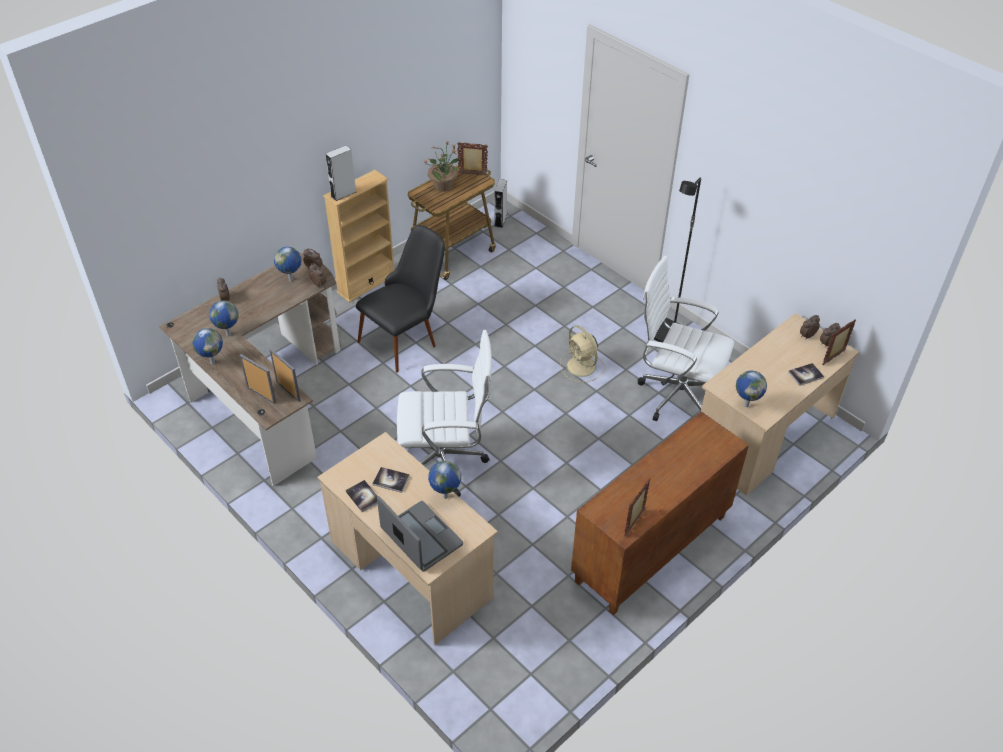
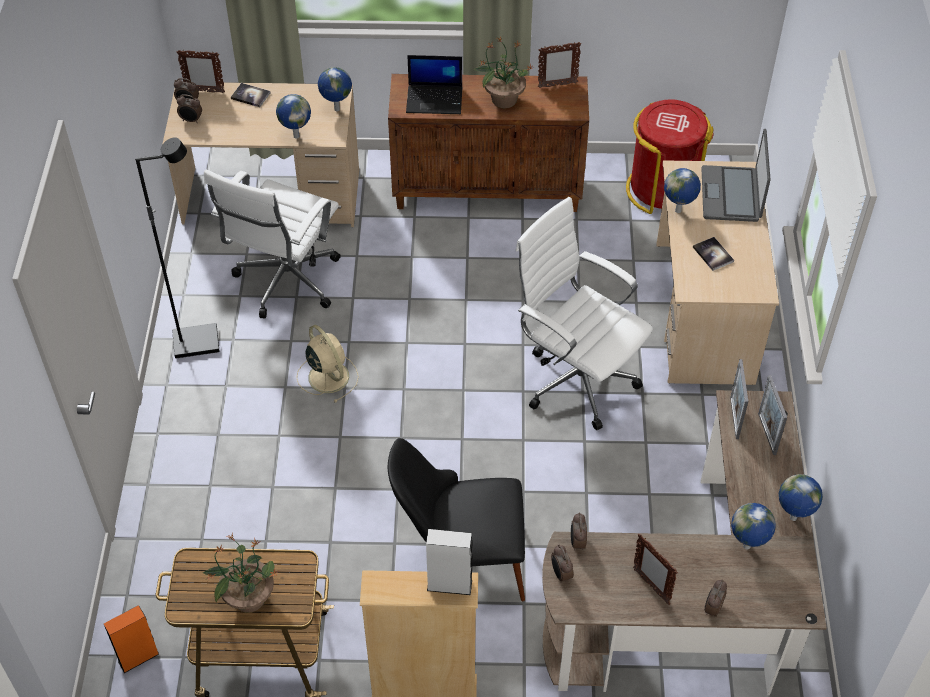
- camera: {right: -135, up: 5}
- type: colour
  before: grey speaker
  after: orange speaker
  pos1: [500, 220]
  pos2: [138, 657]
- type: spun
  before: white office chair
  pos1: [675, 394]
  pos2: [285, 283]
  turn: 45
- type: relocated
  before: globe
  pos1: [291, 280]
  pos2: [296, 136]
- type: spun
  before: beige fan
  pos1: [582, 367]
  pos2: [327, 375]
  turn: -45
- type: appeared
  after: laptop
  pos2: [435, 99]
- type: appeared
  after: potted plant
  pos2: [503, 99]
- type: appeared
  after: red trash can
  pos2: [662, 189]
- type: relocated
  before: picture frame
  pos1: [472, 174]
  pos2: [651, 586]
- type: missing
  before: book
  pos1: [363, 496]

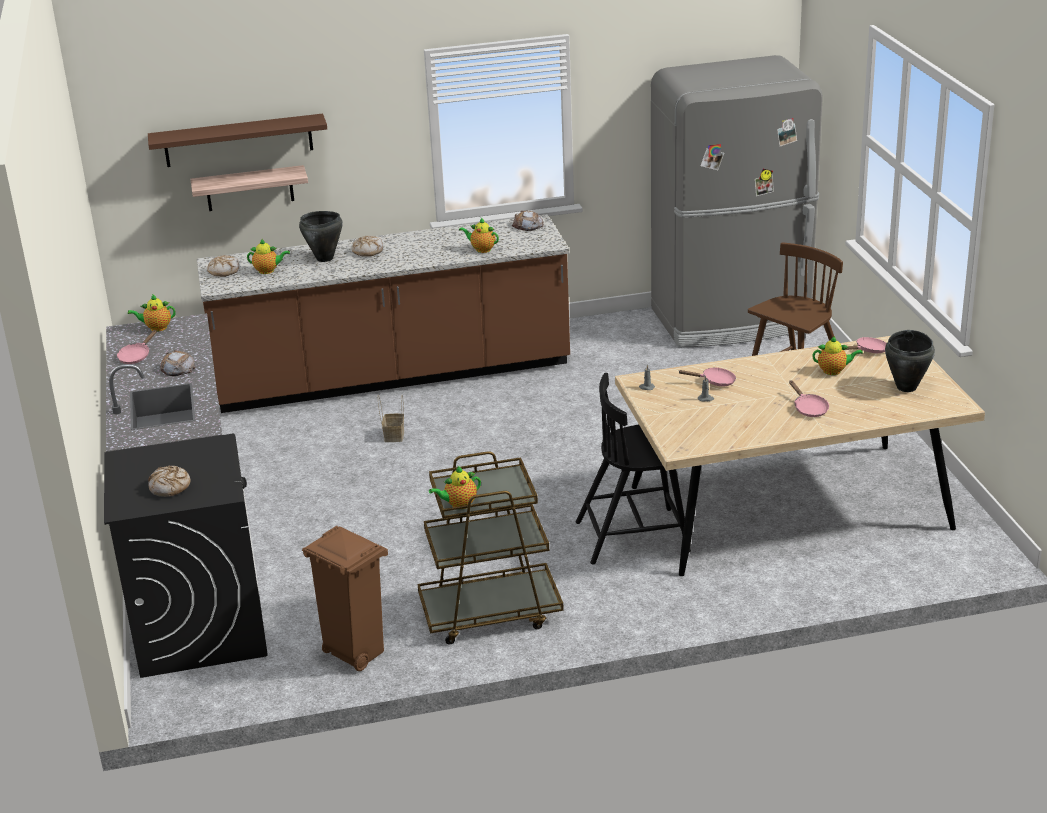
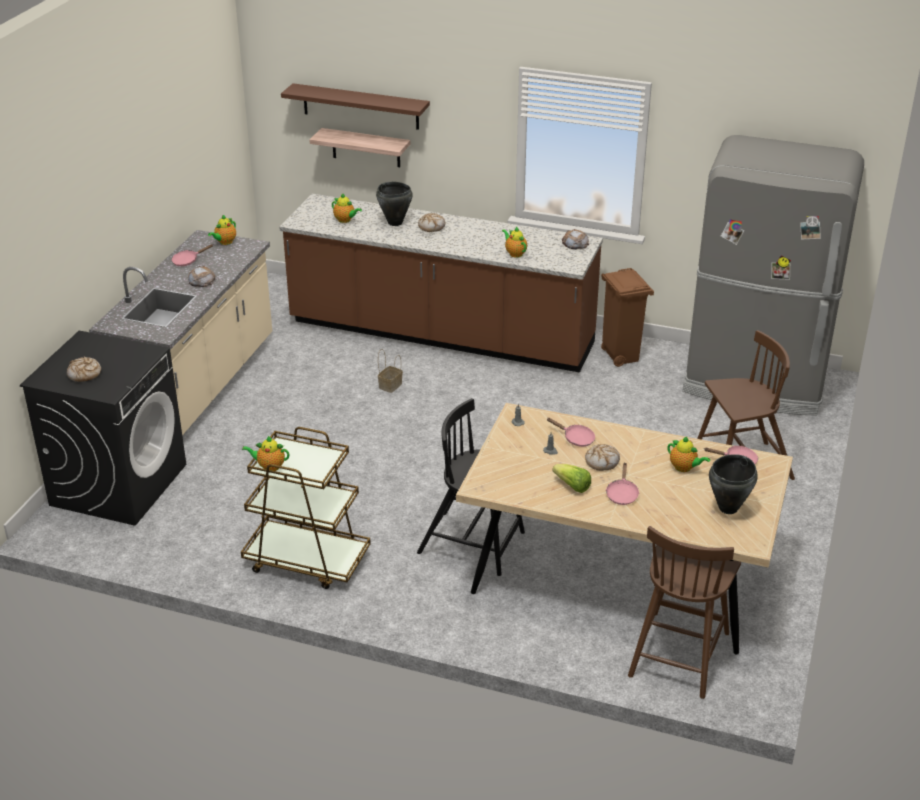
- camera: {right: 30, up: 5}
- type: spun
  before: teapot
  pos1: [156, 328]
  pos2: [225, 242]
  turn: -75
- type: appeared
  after: lettuce
  pos2: [572, 486]
- type: relocated
  before: bread
  pos1: [224, 271]
  pos2: [602, 461]
- type: relocated
  before: brown trash can
  pos1: [354, 653]
  pos2: [620, 356]
- type: appeared
  after: brown chair
  pos2: [679, 652]

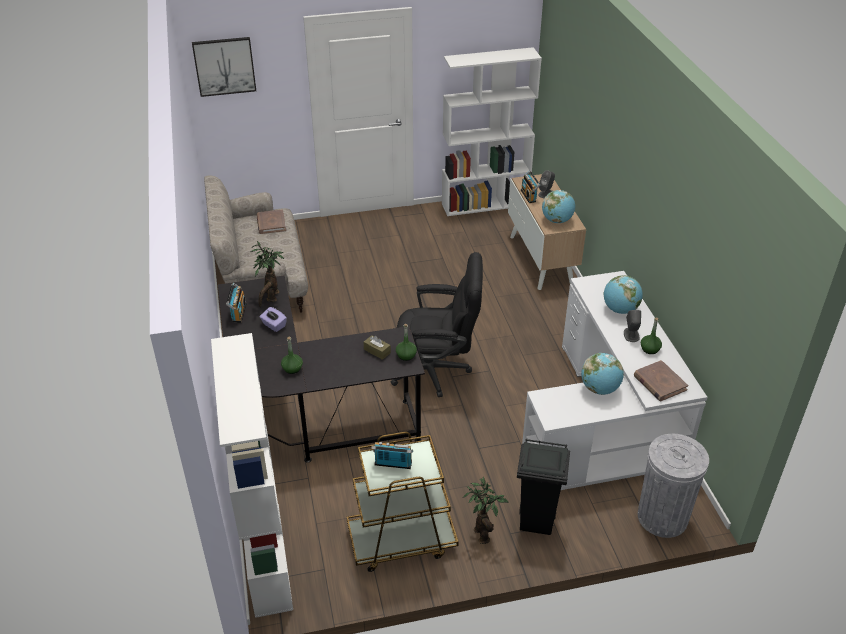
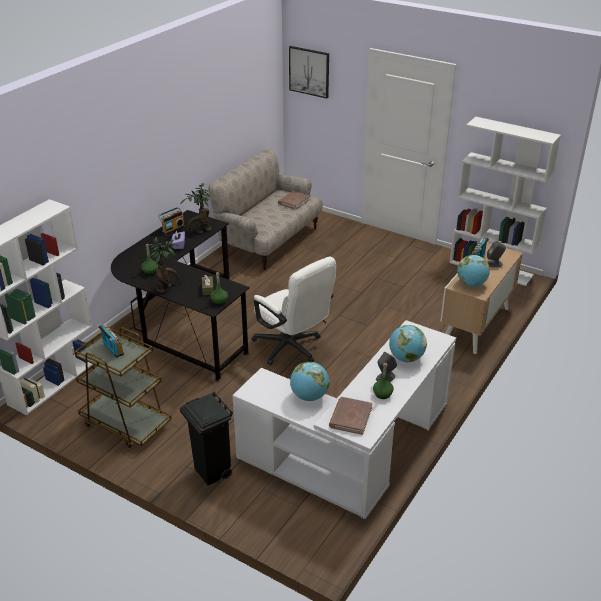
- camera: {right: 45, up: -5}
- type: relocated
  before: potted plant
  pos1: [482, 532]
  pos2: [166, 287]
- type: colour
  before: black office chair
  after: white office chair
  pos1: [437, 371]
  pos2: [292, 349]
- type: missing
  before: grey trash can
  pos1: [662, 517]

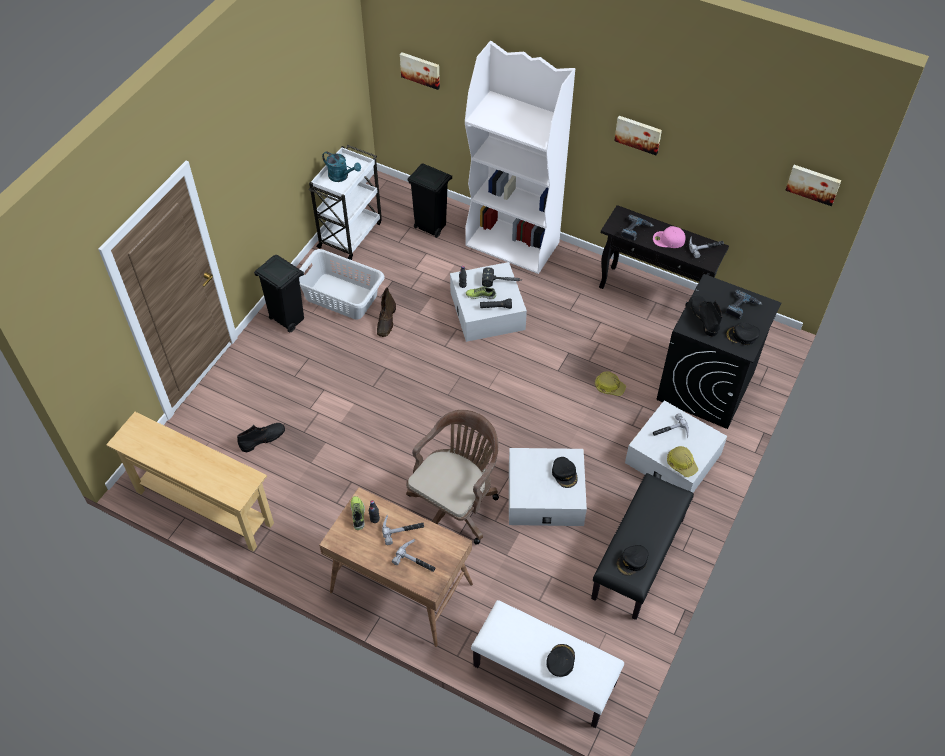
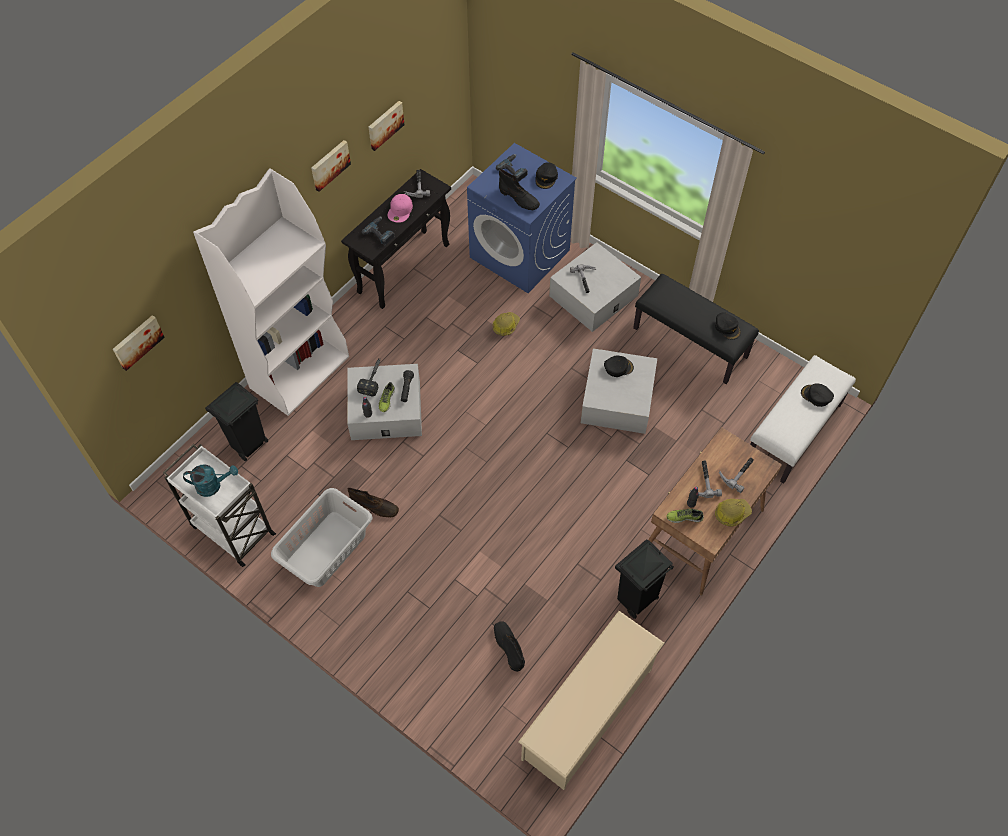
- camera: {right: -80, up: 5}
- type: spun
  before: turquoise watering can
  pos1: [341, 176]
  pos2: [213, 485]
  turn: 45
- type: relocated
  before: picture
  pos1: [813, 184]
  pos2: [385, 124]
- type: colour
  before: black washing machine
  after: blue washing machine
  pos1: [706, 386]
  pos2: [520, 254]
- type: spun
  before: black boot
  pos1: [703, 317]
  pos2: [519, 198]
  turn: -135
- type: exchanged
  before: beige console table
  after: beige shoe rack
  pos1: [204, 508]
  pos2: [588, 713]
- type: relocated
  before: black trash can
  pos1: [287, 319]
  pos2: [635, 600]
- type: relocated
  before: hard hat
  pos1: [681, 463]
  pos2: [731, 513]
- type: missing
  before: brown office chair
  pos1: [455, 505]

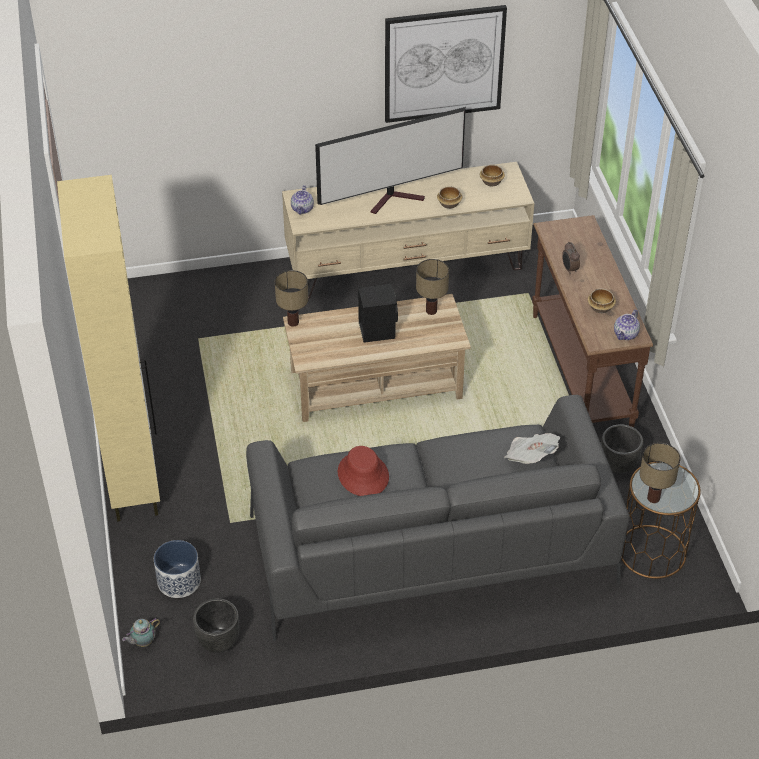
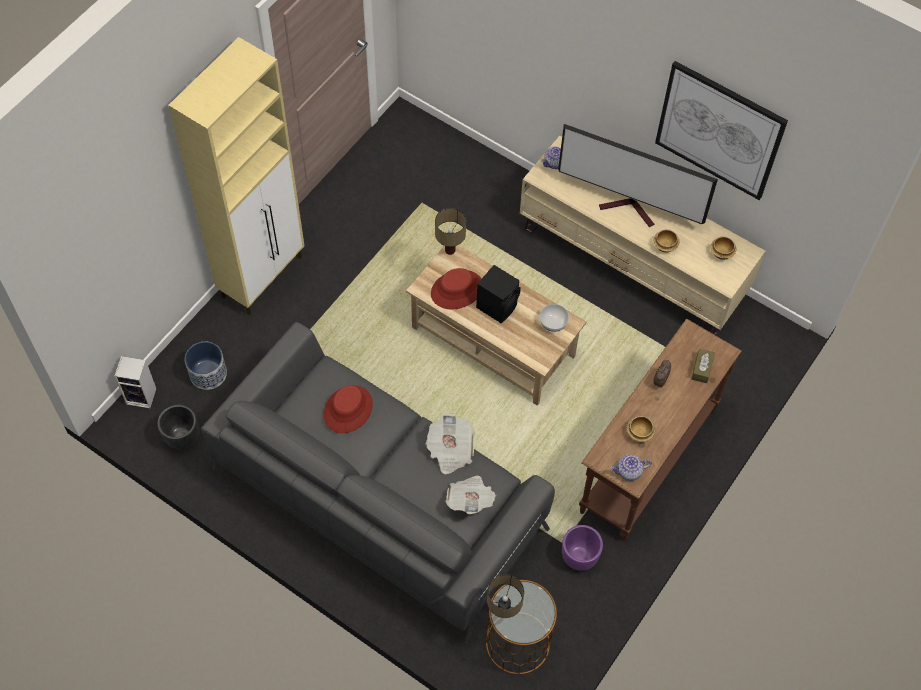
- camera: {right: 45, up: 15}
- type: exchanged
  before: teapot
  after: speaker
  pos1: [142, 642]
  pos2: [142, 396]
- type: appeared
  after: newspaper
  pos2: [450, 450]
- type: appeared
  after: red hat
  pos2: [457, 290]
- type: exchanged
  before: table lamp
  after: bowl
  pos1: [430, 311]
  pos2: [552, 323]
- type: colour
  before: black planter
  after: purple planter
  pos1: [618, 466]
  pos2: [579, 558]
- type: appeared
  after: brown tissue box
  pos2: [701, 369]

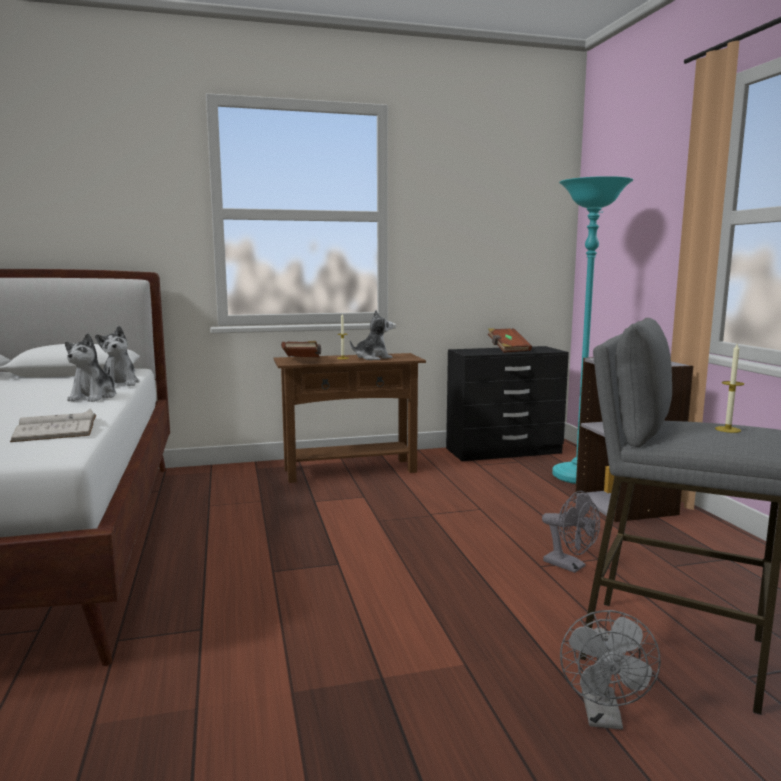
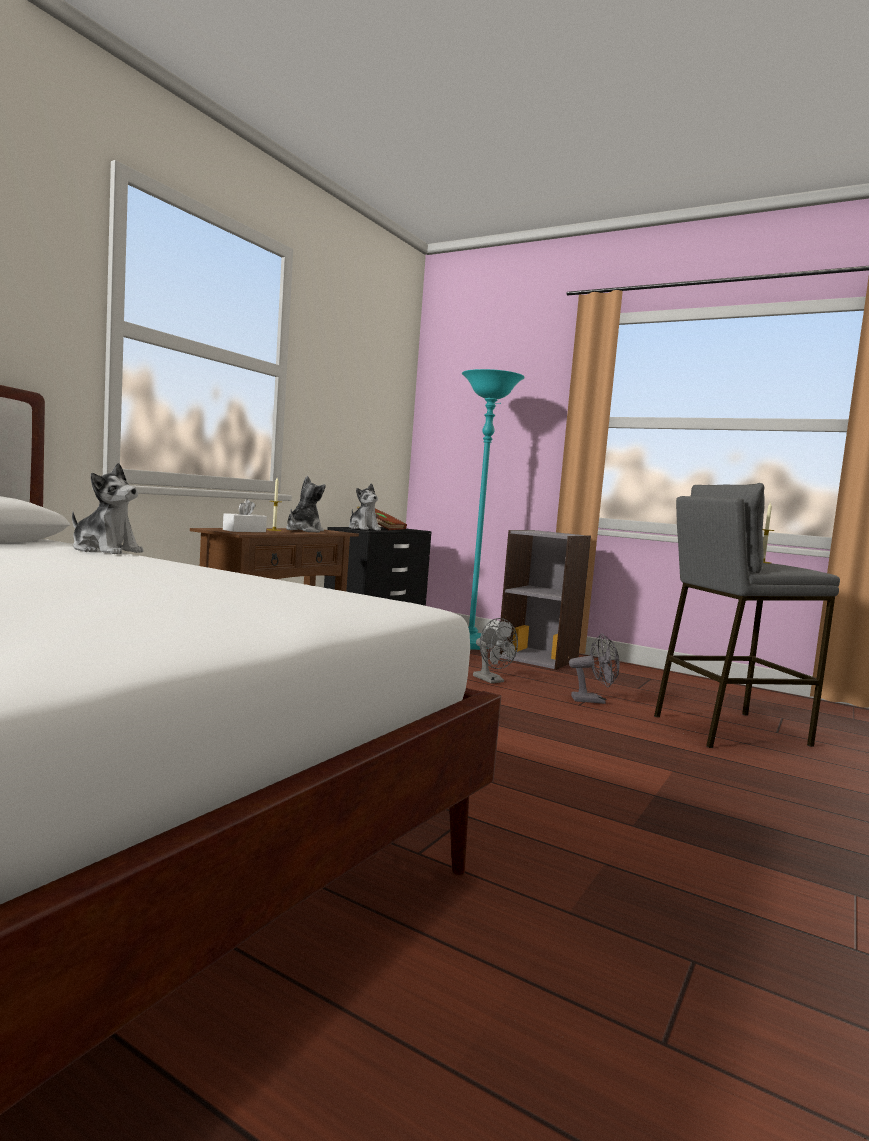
- camera: {right: -45, up: -5}
- type: exchanged
  before: brown book
  after: white tissue box
  pos1: [303, 360]
  pos2: [244, 531]
- type: relocated
  before: plush toy
  pos1: [94, 397]
  pos2: [363, 529]
- type: relocated
  before: grey fan
  pos1: [603, 717]
  pos2: [492, 680]
- type: missing
  before: white book
  pos1: [56, 428]

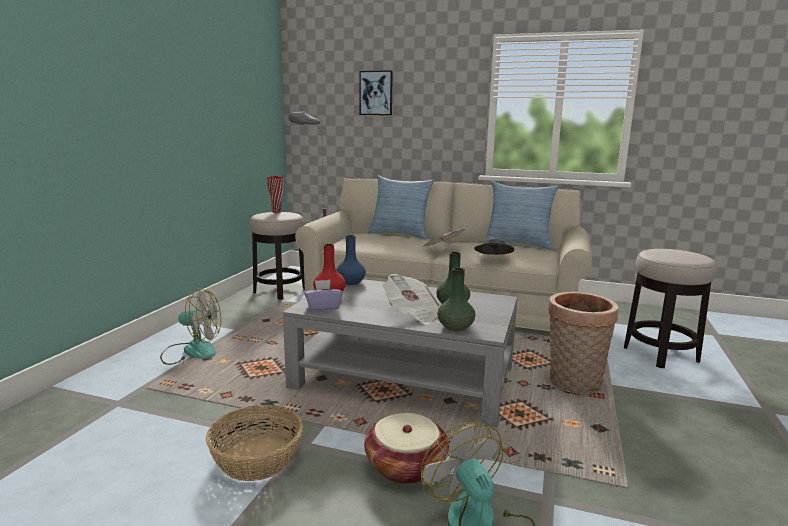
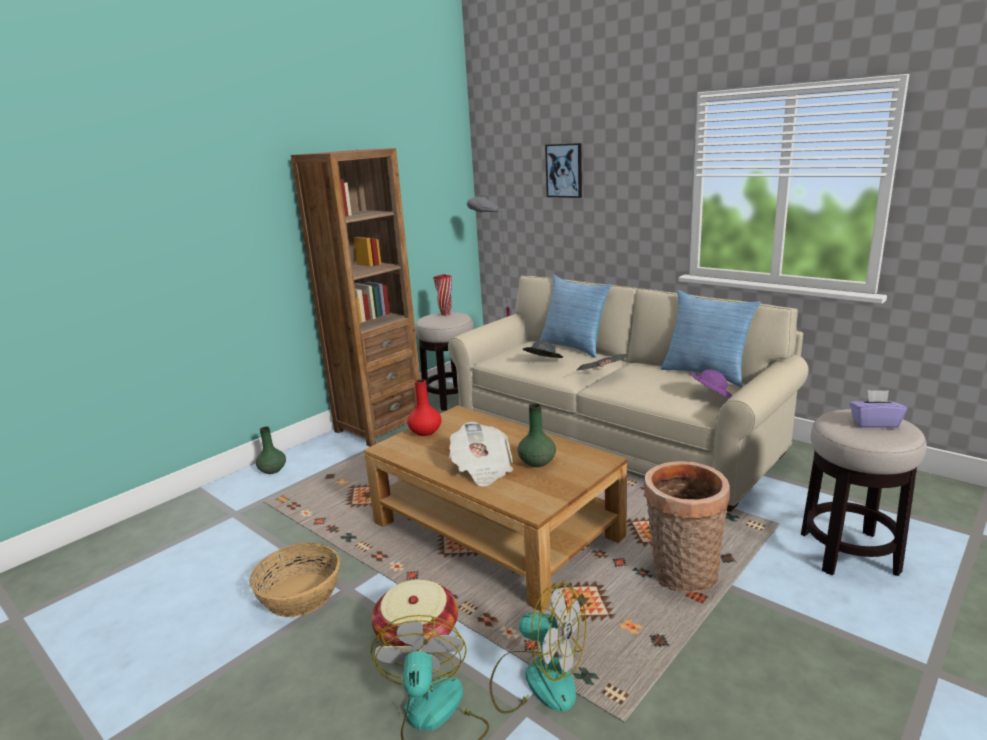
- camera: {right: 25, up: 5}
- type: relocated
  before: green vase
  pos1: [455, 327]
  pos2: [272, 470]
- type: appeared
  after: brown bookcase
  pos2: [379, 426]
- type: colour
  before: grey coffee table
  after: brown coffee table
  pos1: [405, 377]
  pos2: [496, 530]
- type: relocated
  before: fan
  pos1: [191, 351]
  pos2: [537, 678]
- type: relocated
  before: grey hat
  pos1: [493, 258]
  pos2: [542, 362]
- type: appeared
  after: purple hat
  pos2: [710, 395]
- type: relocated
  before: purple tissue box
  pos1: [323, 307]
  pos2: [874, 423]
- type: missing
  before: blue vase
  pos1: [351, 282]

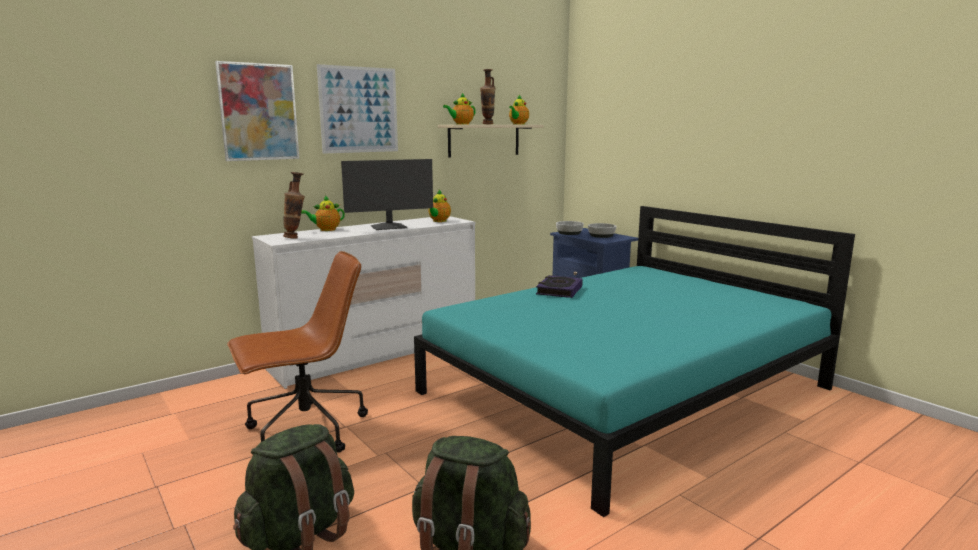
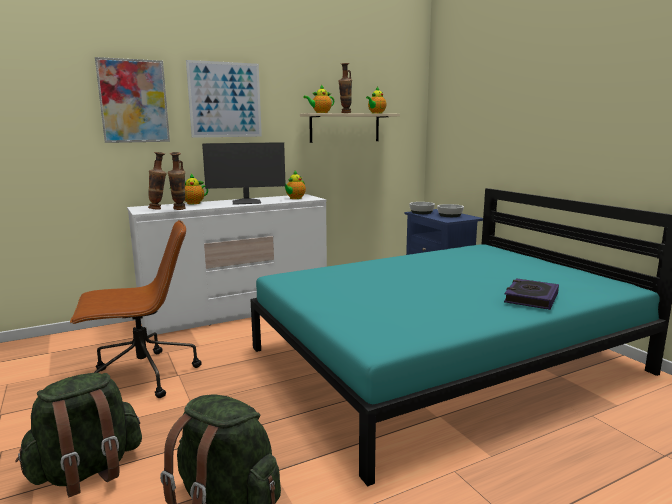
- camera: {right: 10, up: 0}
- type: appeared
  after: vase
  pos2: [179, 209]
- type: relocated
  before: book
  pos1: [559, 290]
  pos2: [531, 298]

